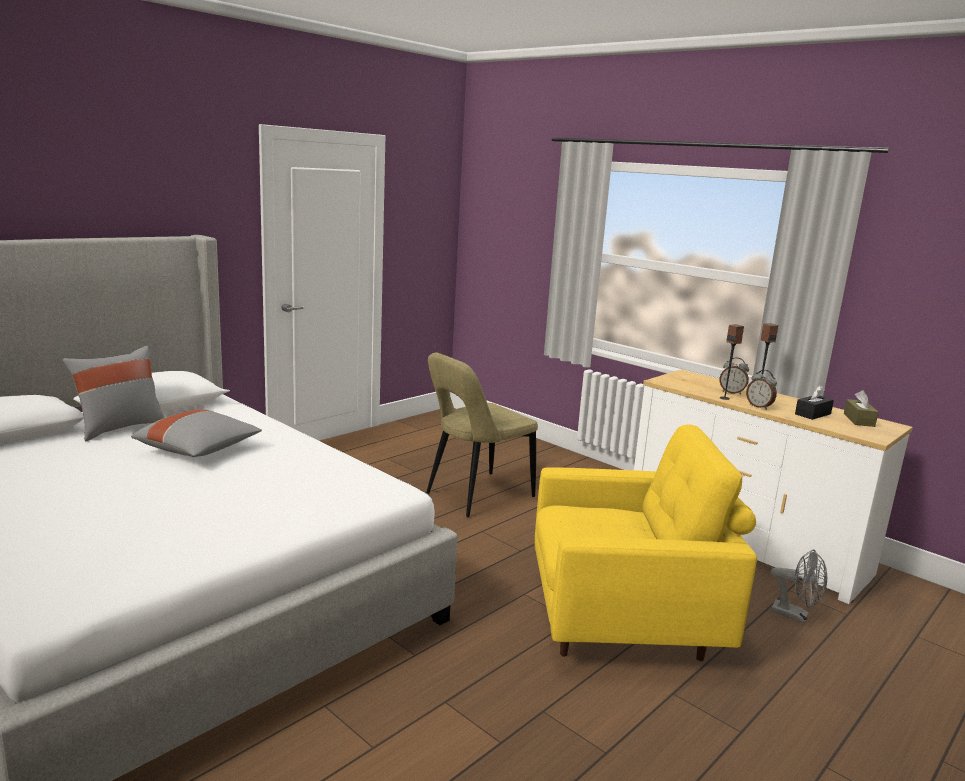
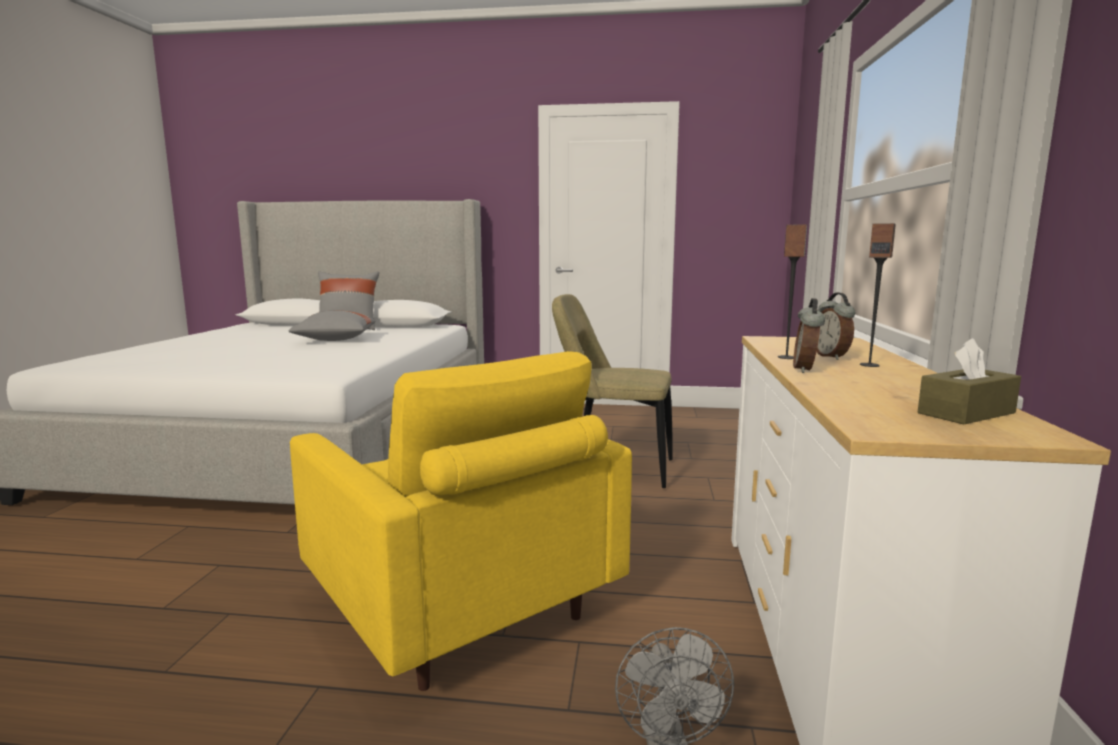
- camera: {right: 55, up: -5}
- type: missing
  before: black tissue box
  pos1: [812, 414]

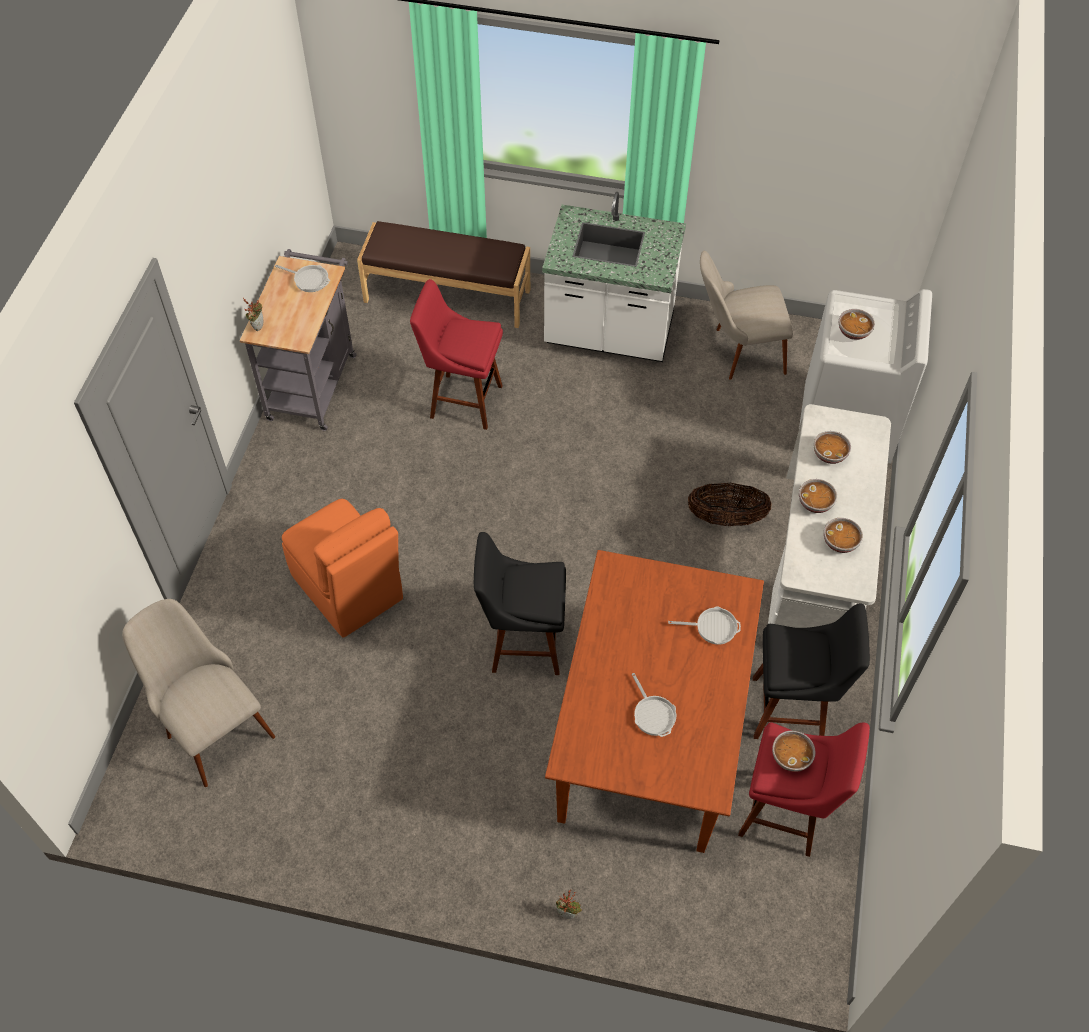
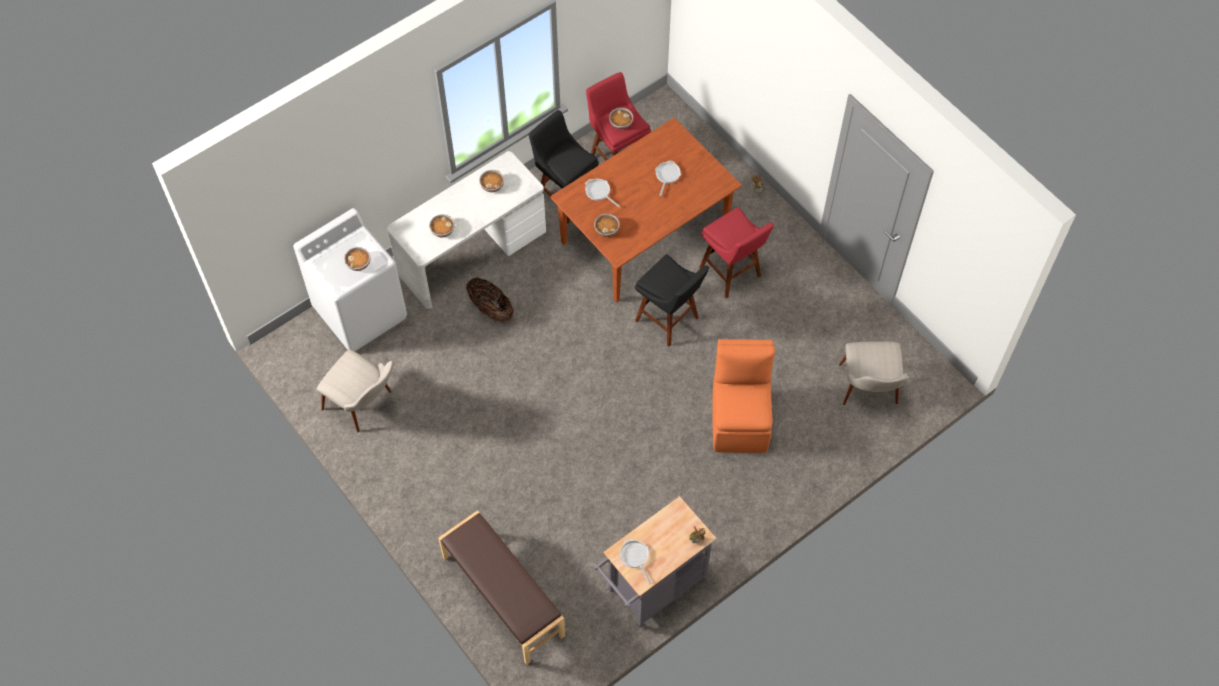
- camera: {right: -140, up: 5}
- type: relocated
  before: bowl
  pos1: [815, 503]
  pos2: [606, 229]
- type: relocated
  before: red stool
  pos1: [462, 400]
  pos2: [732, 274]
- type: missing
  before: white counter
  pos1: [609, 333]

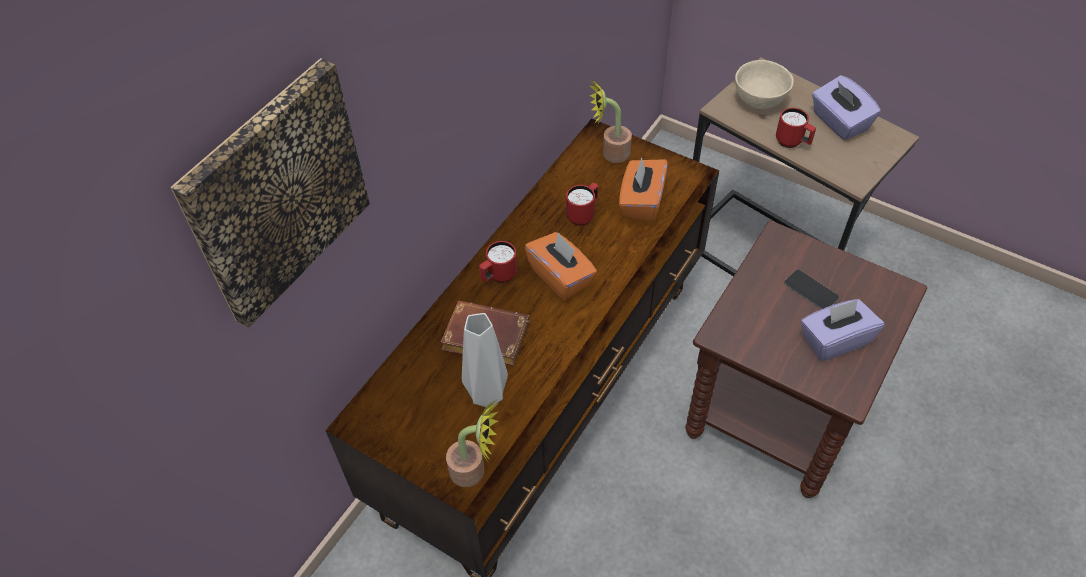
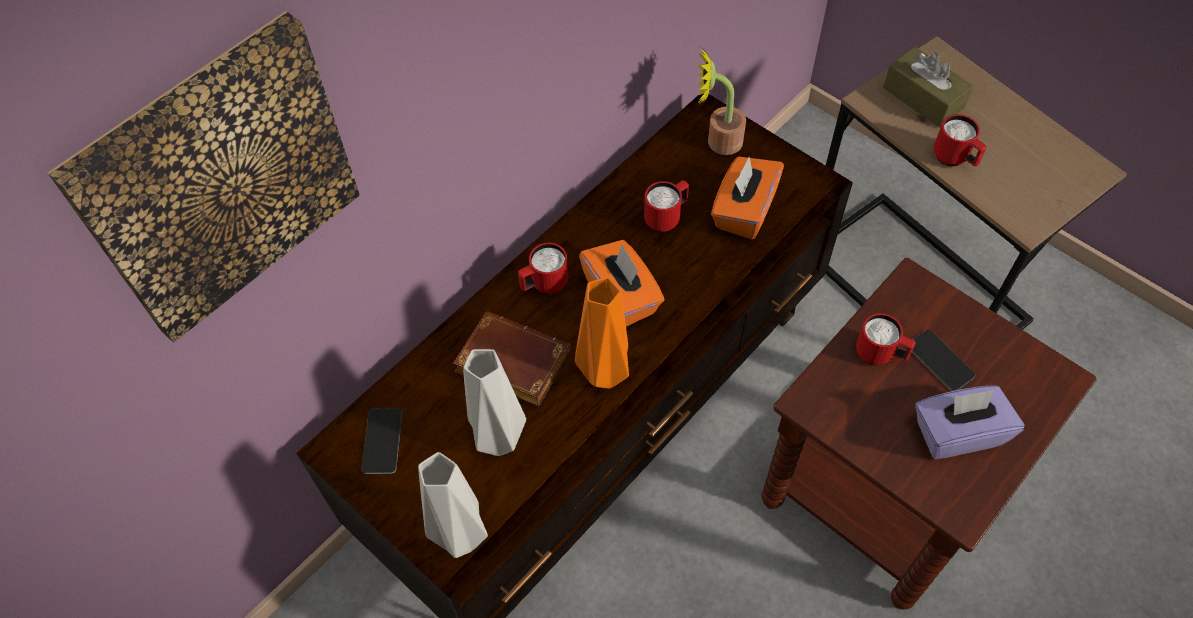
- camera: {right: 10, up: 5}
- type: appeared
  after: phone
  pos2: [382, 441]
- type: exchanged
  before: potted plant
  after: grey vase
  pos1: [474, 471]
  pos2: [463, 537]
- type: appeared
  after: orange vase
  pos2: [602, 373]
- type: appeared
  after: red mug
  pos2: [880, 355]
- type: exchanged
  before: beige bowl
  after: brown tissue box
  pos1: [760, 102]
  pos2: [923, 98]
- type: missing
  before: purple tissue box
  pos1: [839, 122]

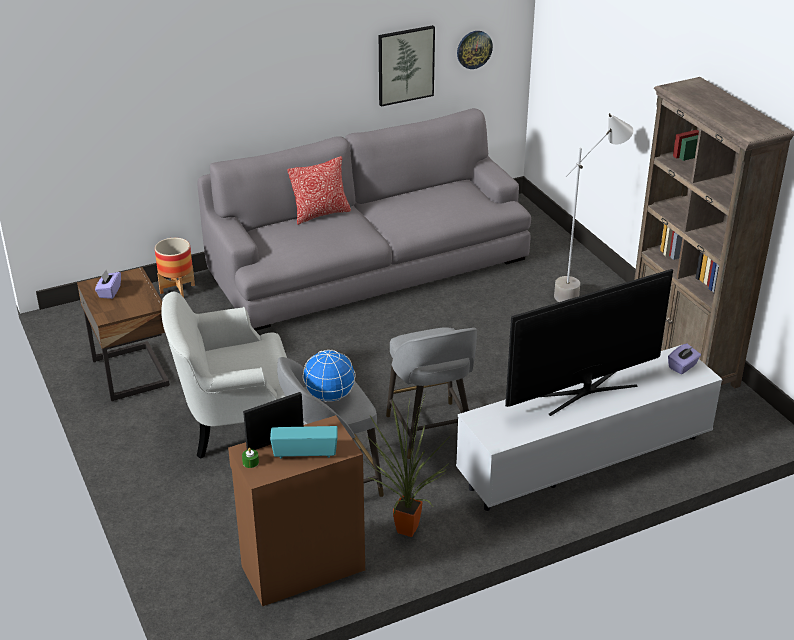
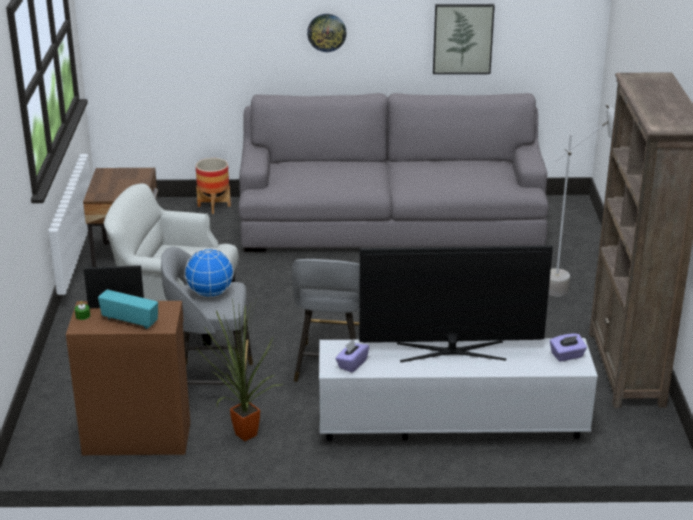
- camera: {right: 25, up: -5}
- type: relocated
  before: wall clock
  pos1: [474, 49]
  pos2: [326, 32]
- type: relocated
  before: purple tissue box
  pos1: [109, 292]
  pos2: [352, 364]
- type: missing
  before: pillow
  pos1: [320, 214]

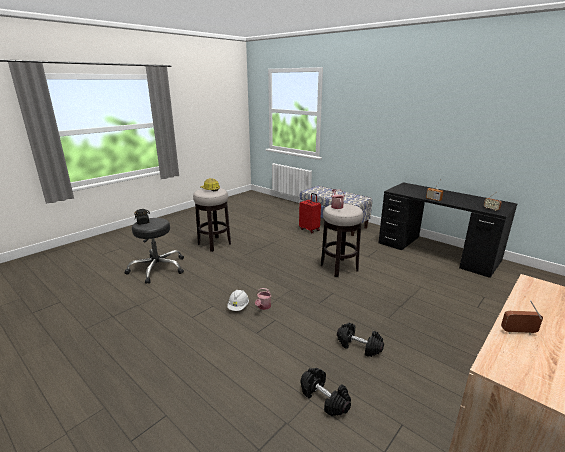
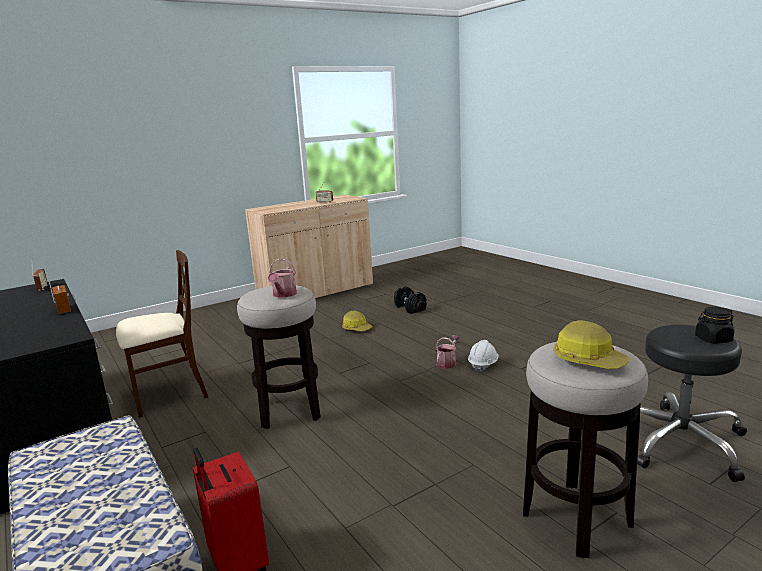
- camera: {right: -165, up: -5}
- type: appeared
  after: beige chair
  pos2: [169, 395]
- type: exchanged
  before: black dumbbell
  after: hard hat
  pos1: [359, 346]
  pos2: [357, 328]

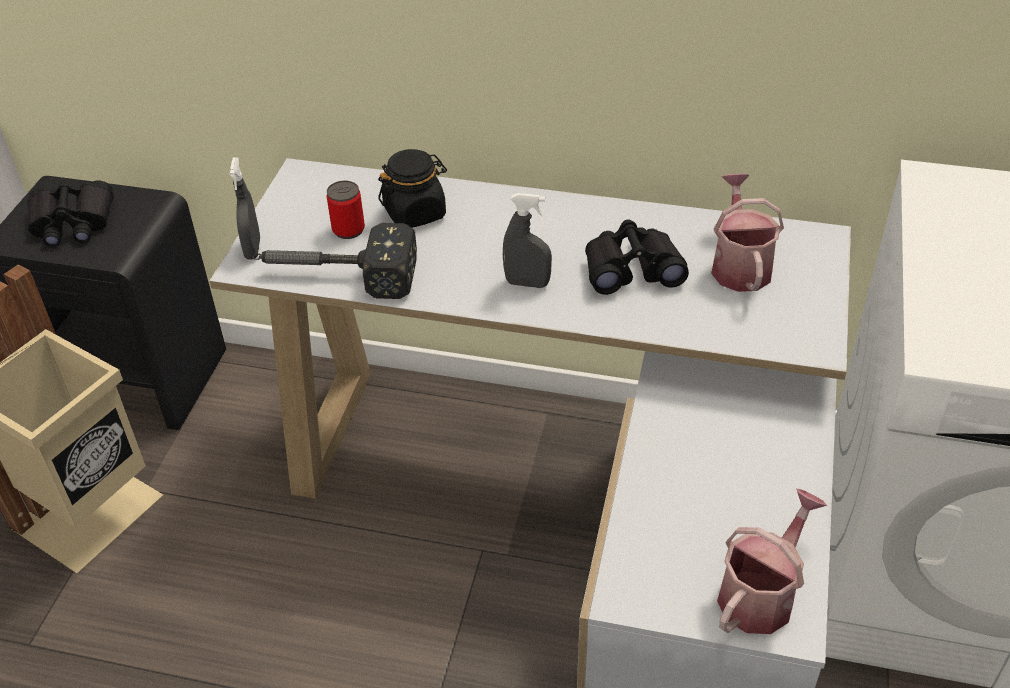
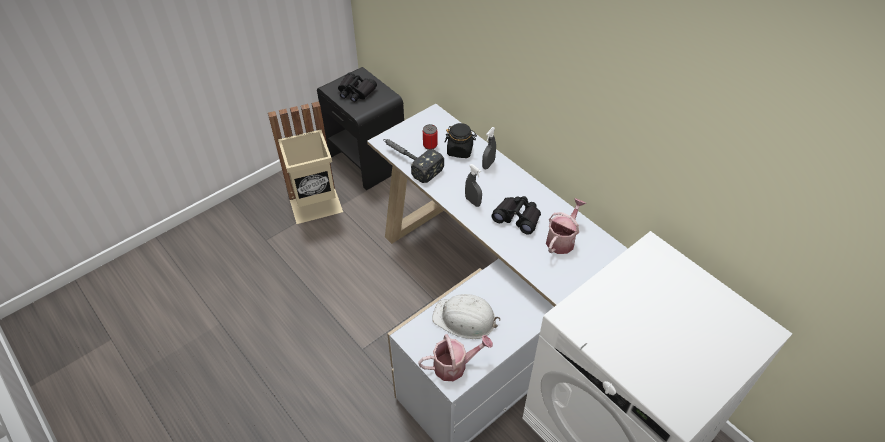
- camera: {right: 35, up: 5}
- type: appeared
  after: white hard hat
  pos2: [465, 319]
- type: relocated
  before: grey spray bottle
  pos1: [252, 249]
  pos2: [488, 164]

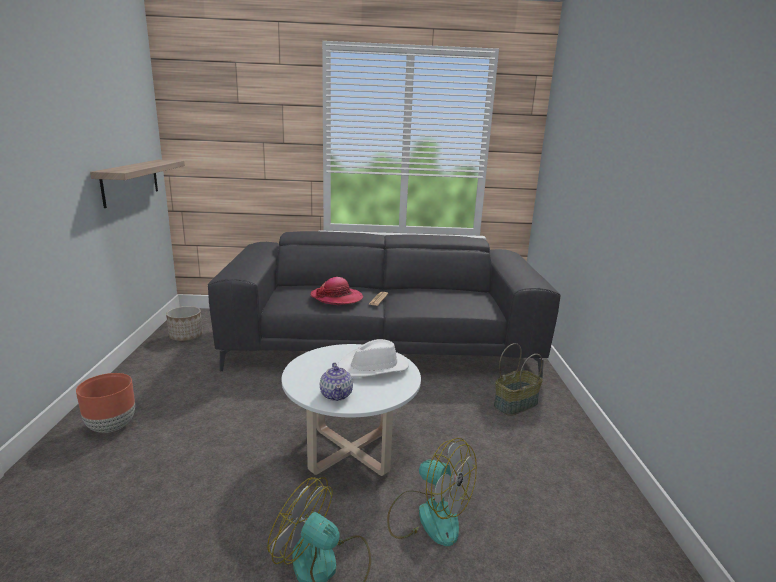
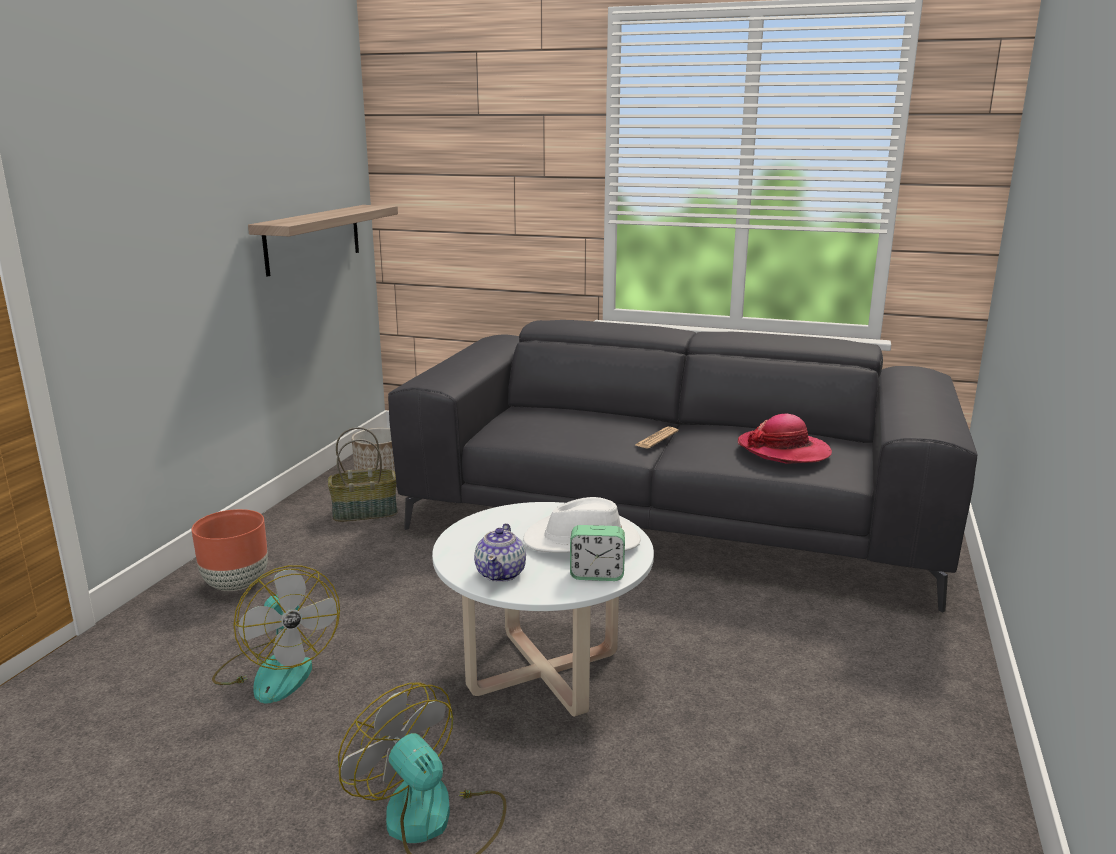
- camera: {right: 20, up: 0}
- type: relocated
  before: fan
  pos1: [428, 516]
  pos2: [277, 670]
- type: relocated
  before: basket
  pos1: [515, 404]
  pos2: [365, 512]
- type: appeared
  after: alarm clock
  pos2: [597, 574]
- type: relocated
  before: hat
  pos1: [337, 298]
  pos2: [784, 450]

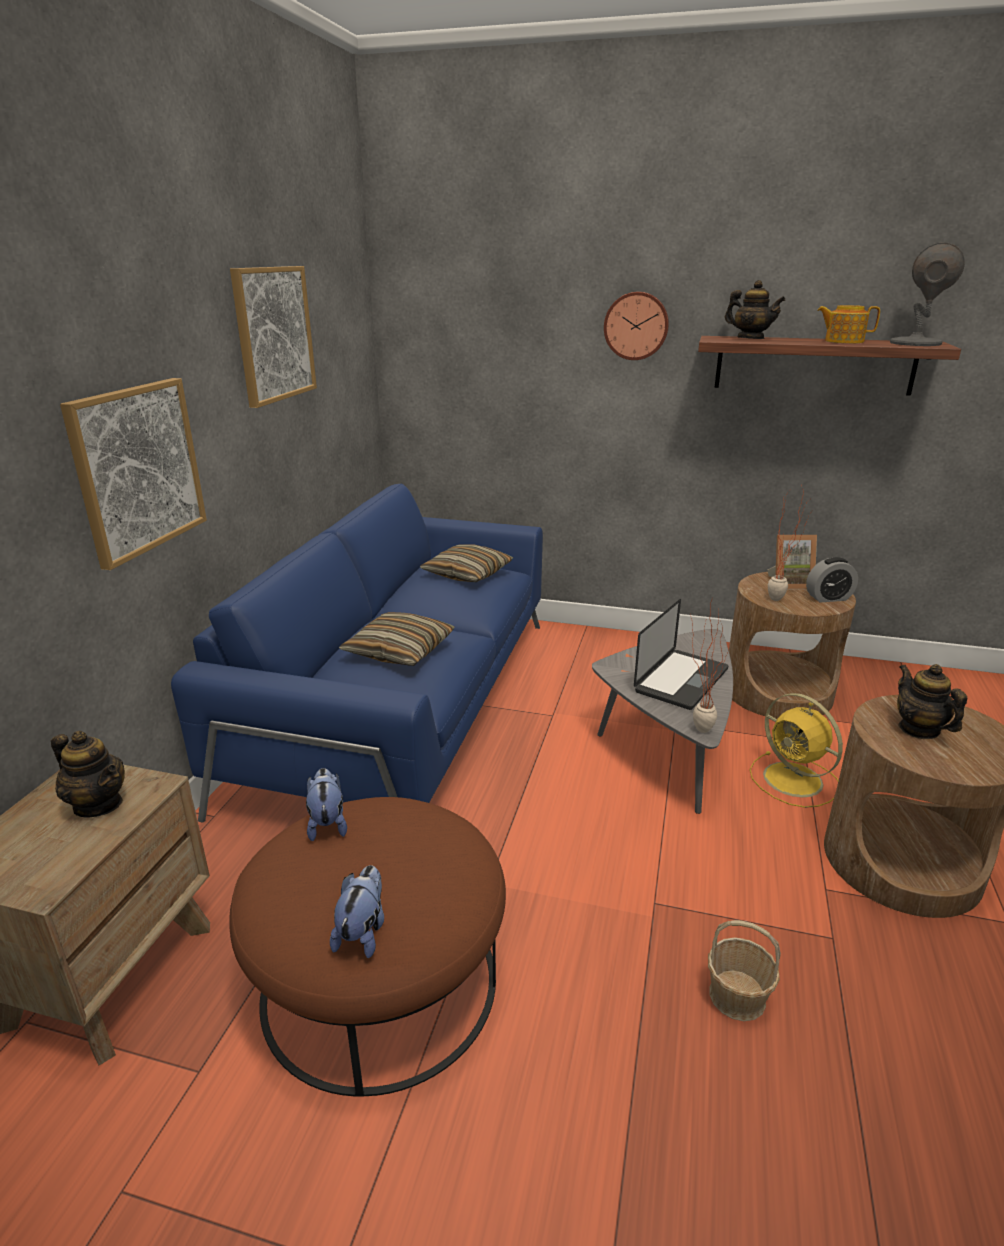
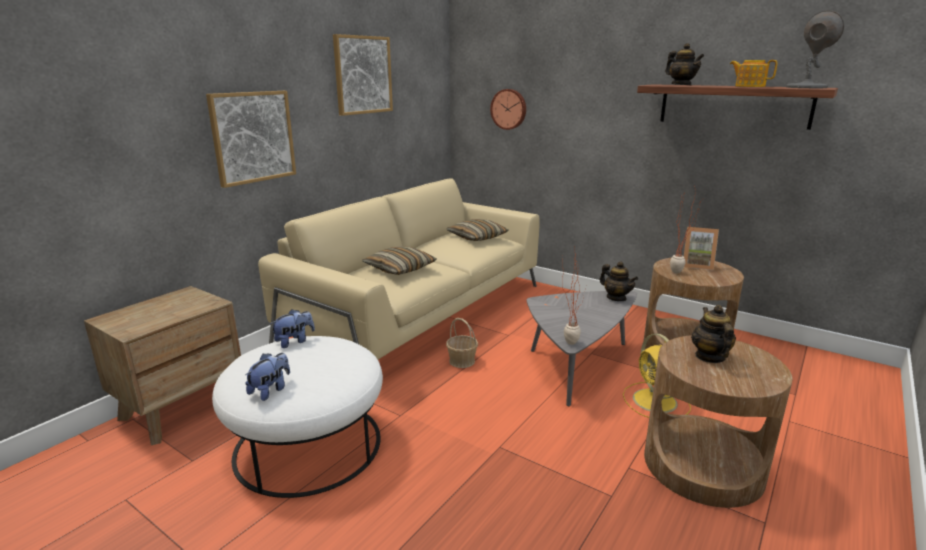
- camera: {right: 20, up: -5}
- type: colour
  before: brown ottoman
  after: white ottoman
  pos1: [379, 980]
  pos2: [308, 444]
- type: colour
  before: blue sofa
  after: beige sofa
  pos1: [404, 704]
  pos2: [419, 314]
- type: spun
  before: plush toy
  pos1: [327, 823]
  pos2: [294, 341]
  turn: 45
- type: relocated
  before: basket
  pos1: [737, 996]
  pos2: [462, 361]
- type: relocated
  before: wall clock
  pos1: [636, 326]
  pos2: [509, 109]
- type: relocated
  before: teapot
  pos1: [98, 804]
  pos2: [616, 298]
- type: missing
  before: laptop
  pos1: [681, 680]
- type: missing
  before: alarm clock
  pos1: [828, 598]

